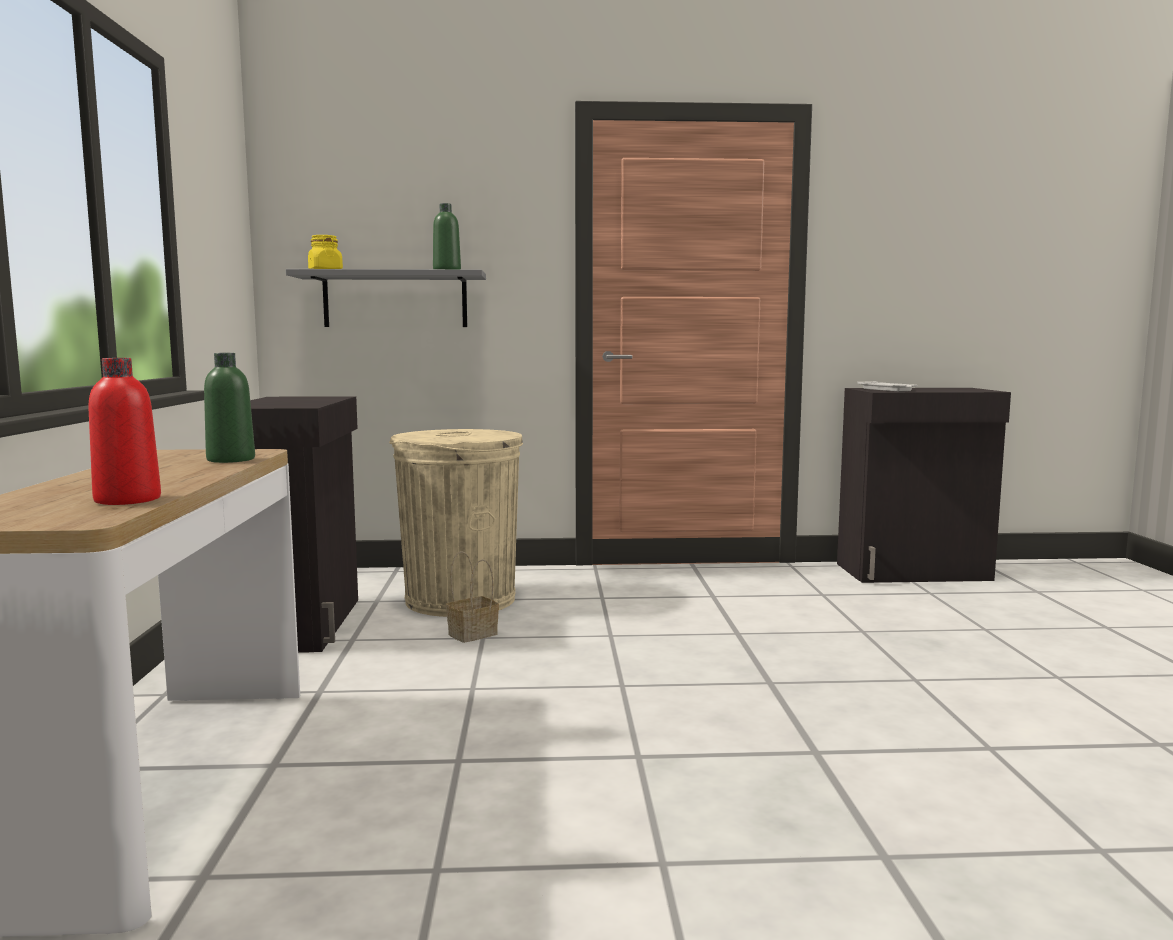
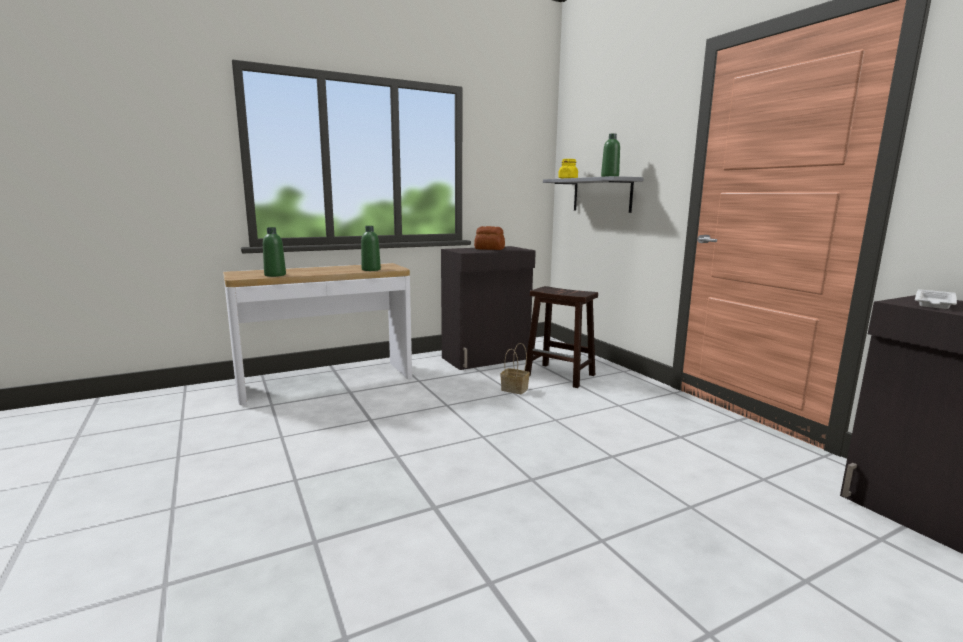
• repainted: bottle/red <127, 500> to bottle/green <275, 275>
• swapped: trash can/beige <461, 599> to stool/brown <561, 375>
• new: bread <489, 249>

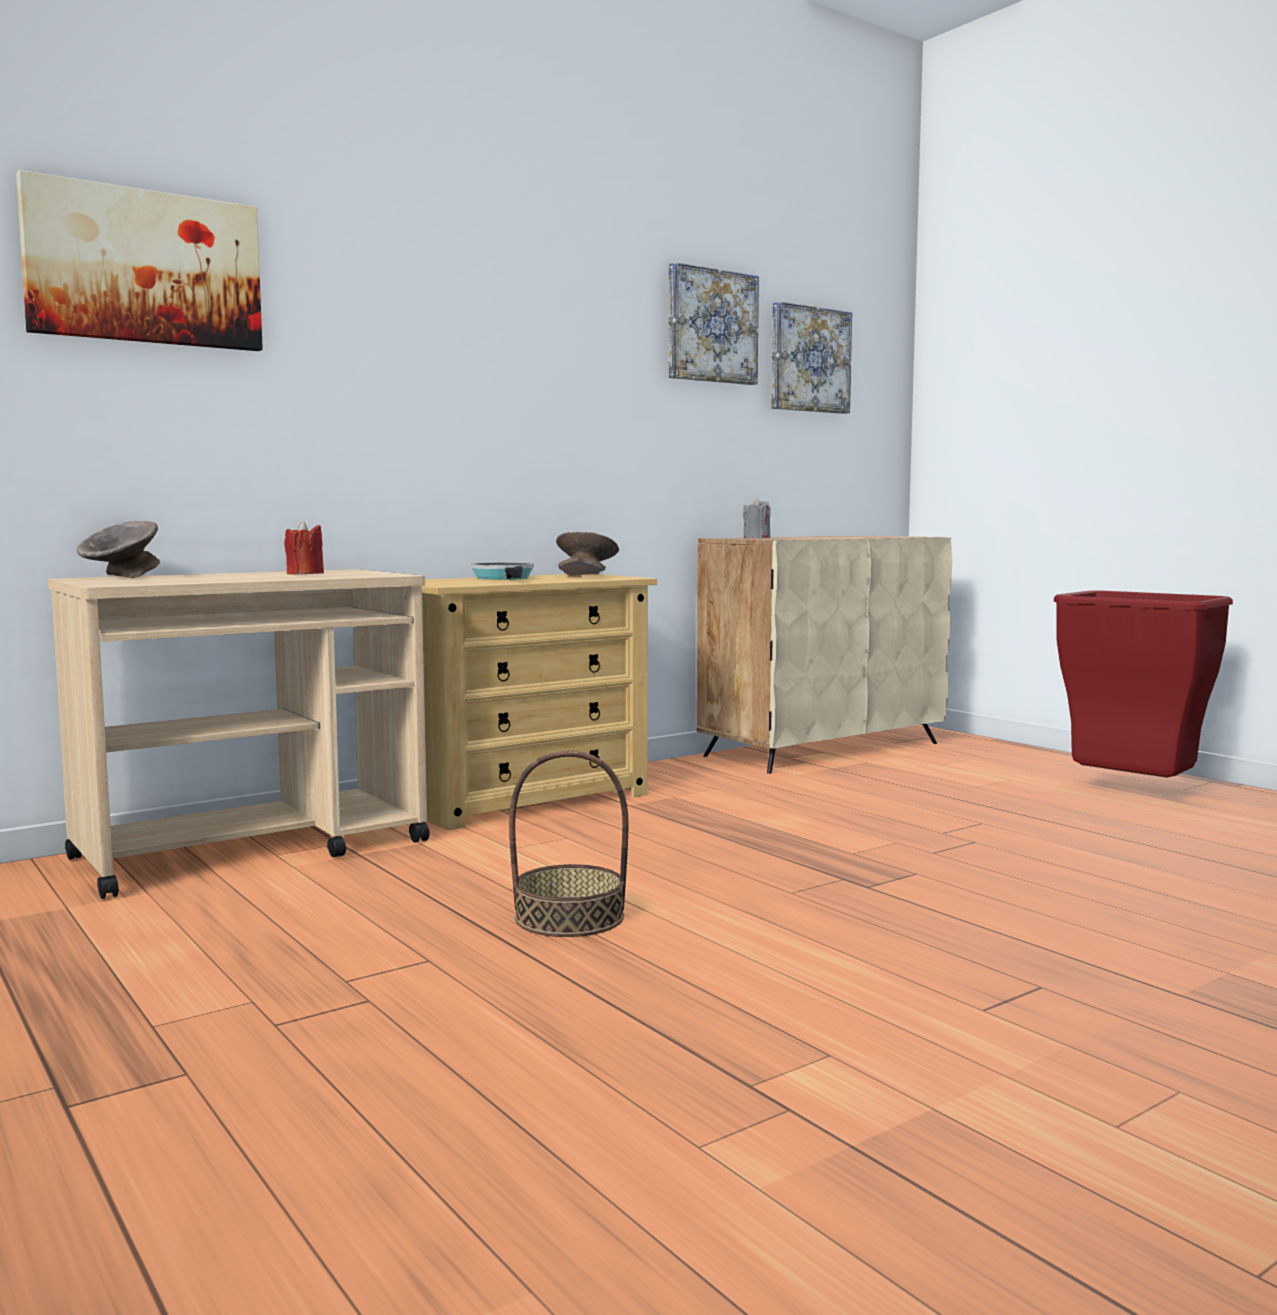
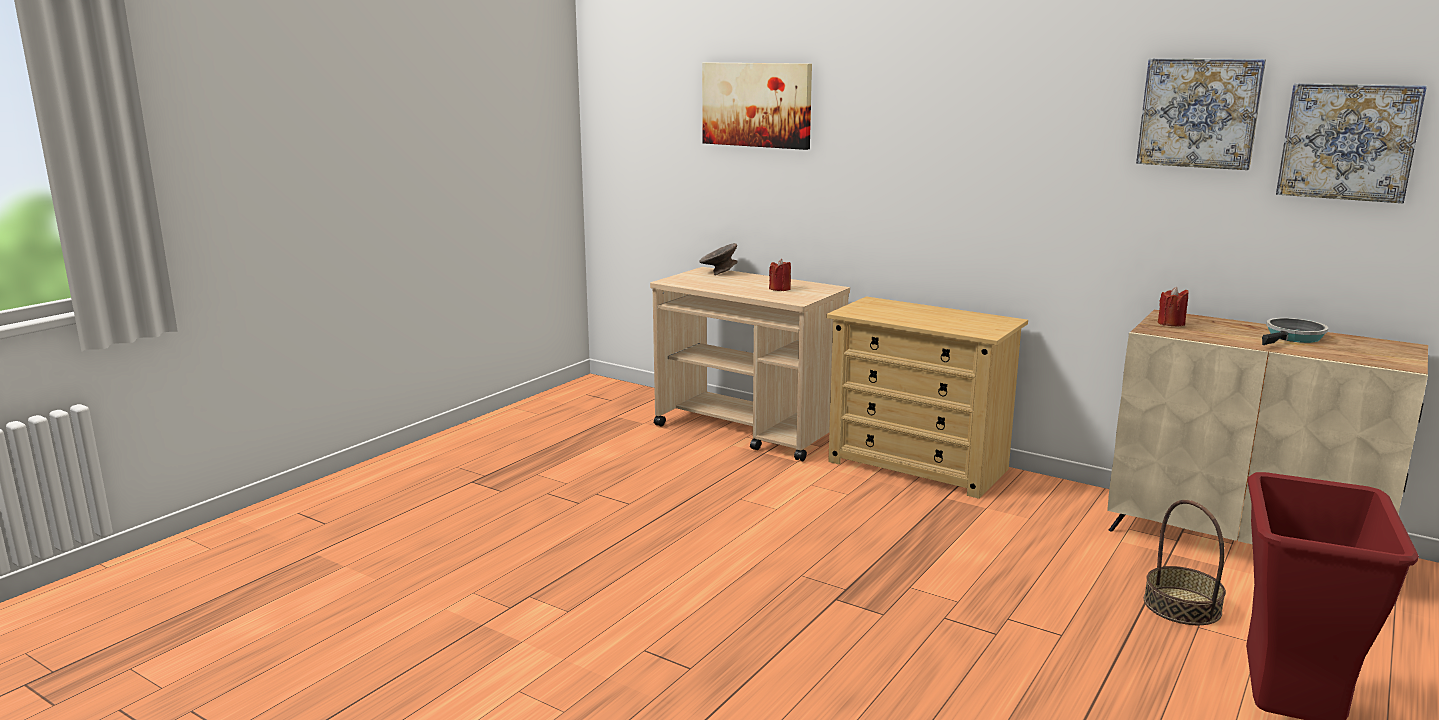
• shifted: frying pan <504, 578> to <1293, 337>
• shifted: basket <569, 917> to <1182, 606>
• gone: bowl/grey <586, 576>
• repainted: candle/grey <756, 538> to candle/red <1171, 323>

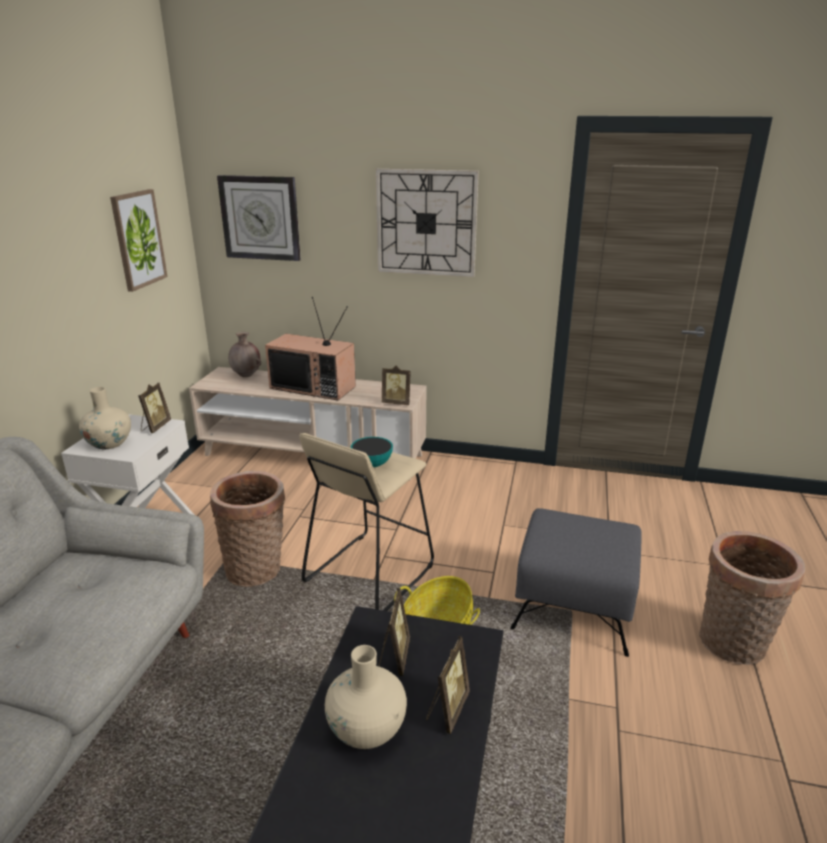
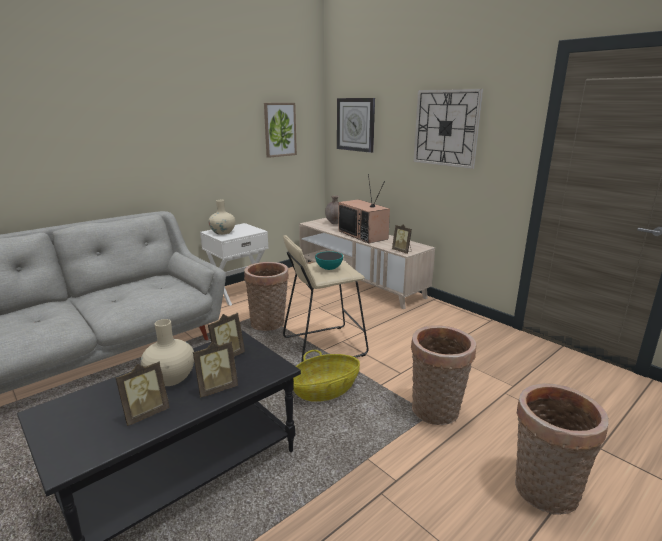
• shifted: picture frame <155, 427> to <145, 413>
• swapped: ottoman/grey <574, 605> to basket <436, 412>

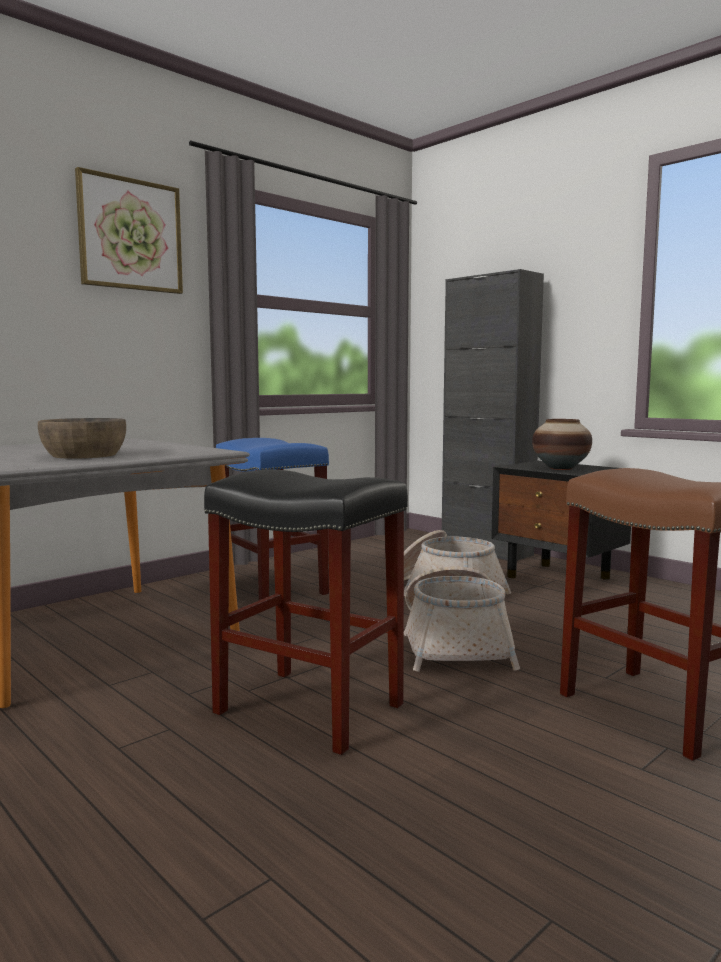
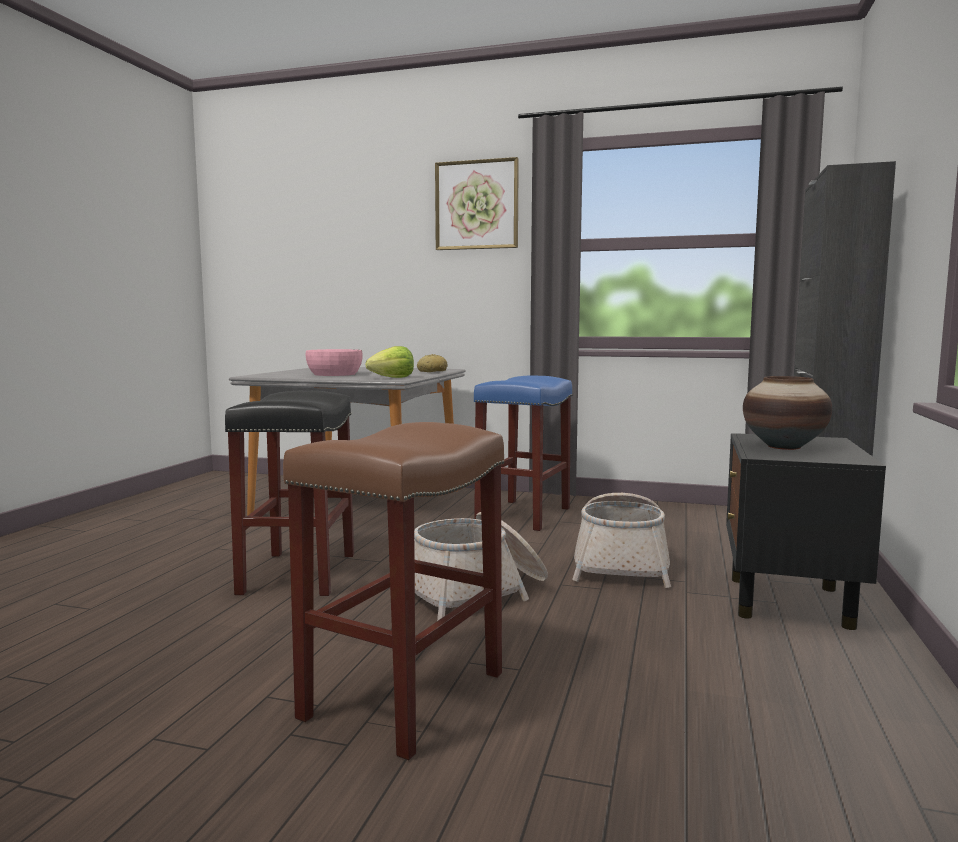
• repainted: bowl/brown <84, 455> to bowl/pink <334, 374>
• new: lettuce <393, 377>
• new: bread <432, 371>

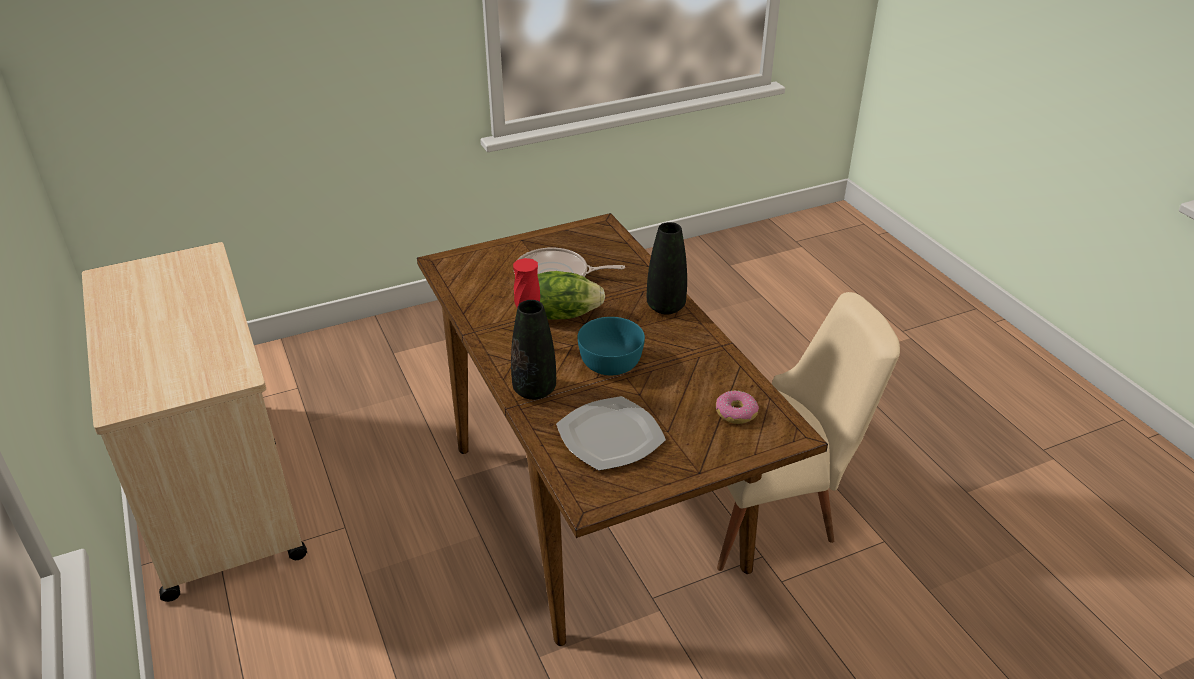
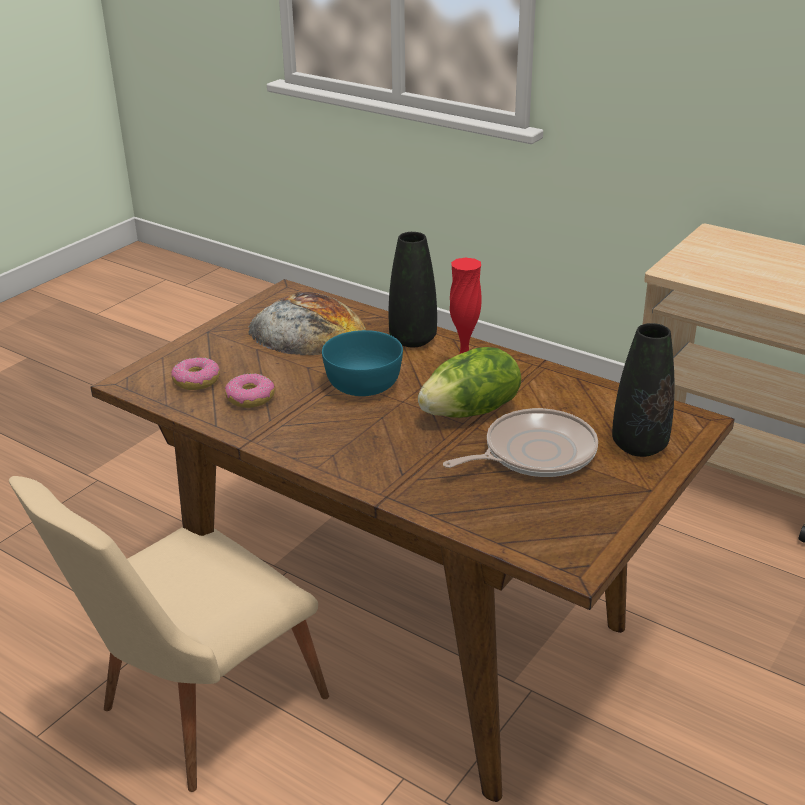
• swapped: plate <610, 437> to bread <306, 330>
• shifted: vase/black <665, 307> to <639, 446>
• new: donut <250, 398>

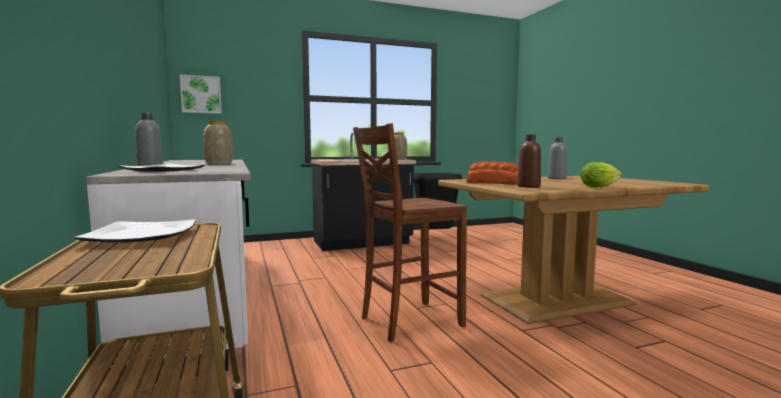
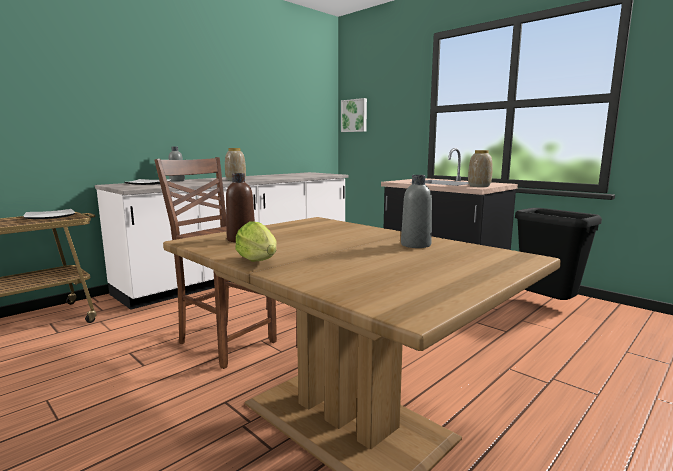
• gone: bread <492, 182>

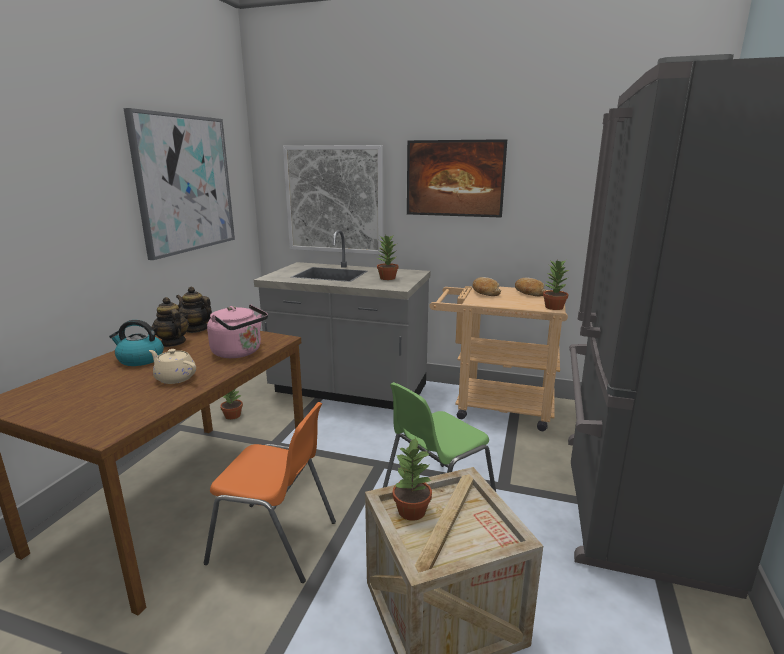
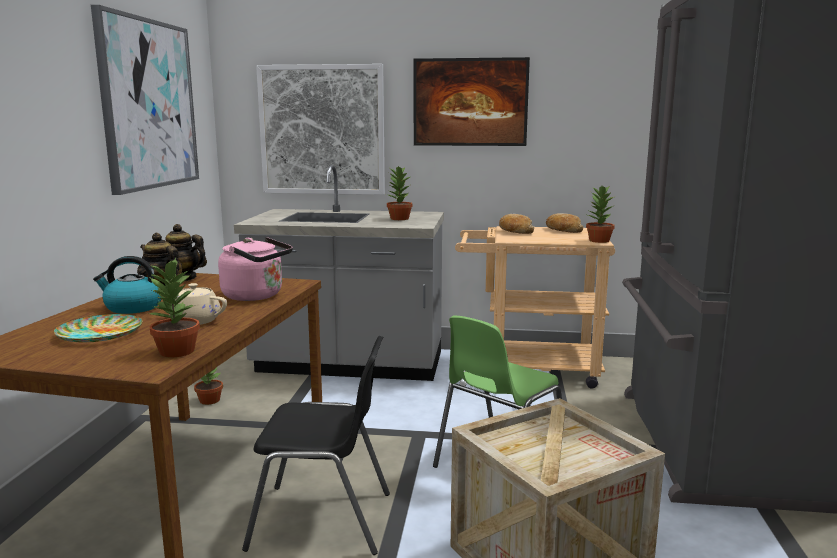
• repainted: chair/orange <275, 542> to chair/black <324, 520>
• shifted: potted plant <411, 511> to <176, 352>
• new: plate <100, 334>

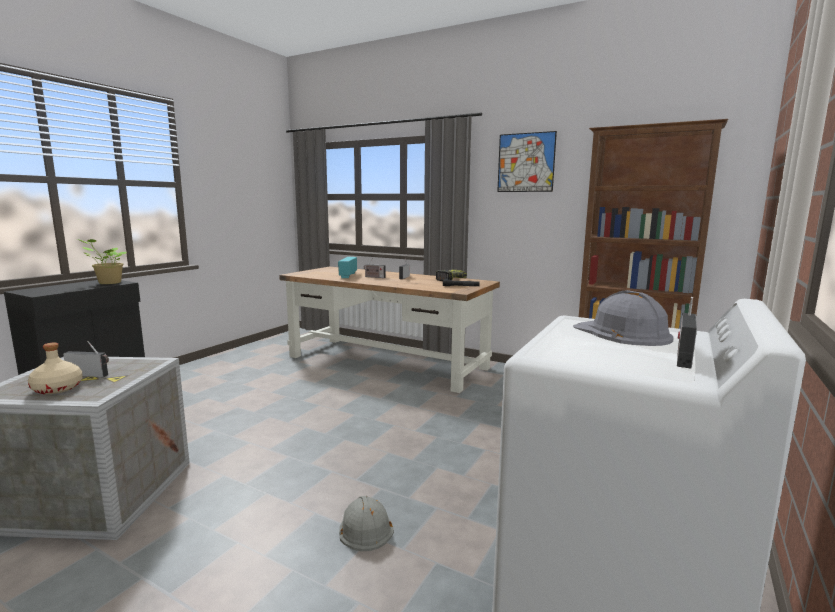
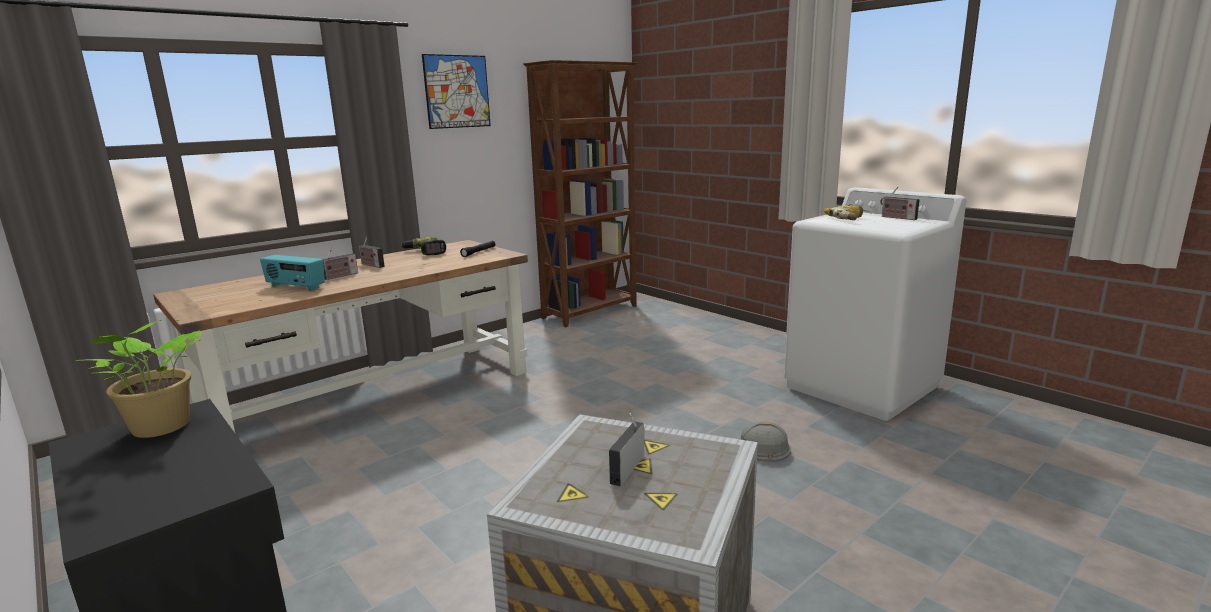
• gone: bottle/beige <57, 389>
• swapped: hard hat/grey <622, 333> to power drill <849, 218>

